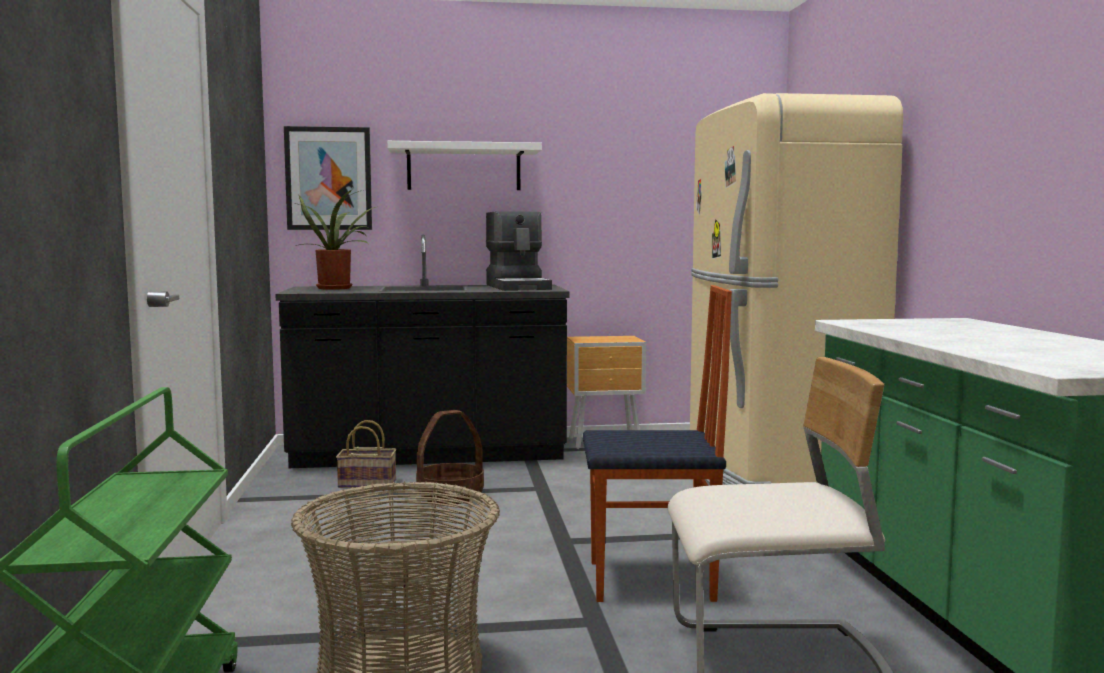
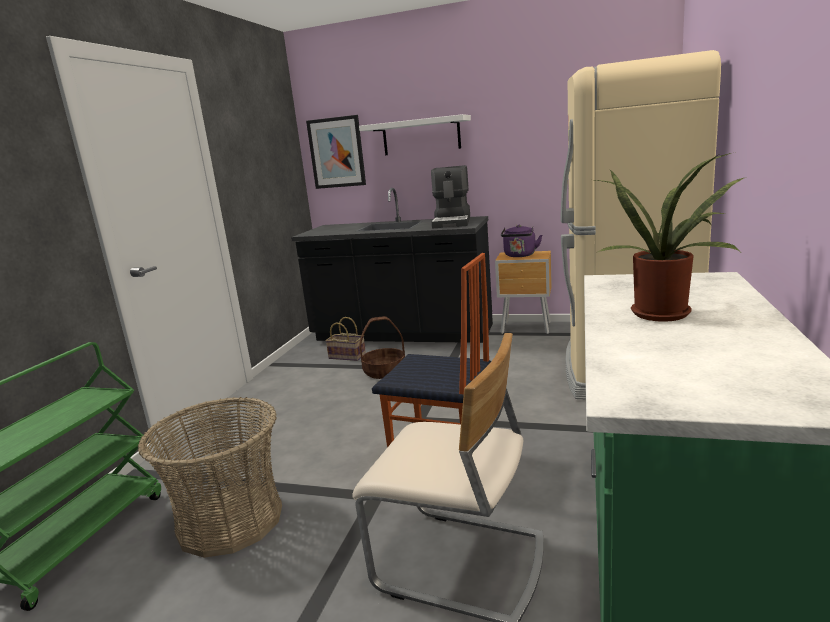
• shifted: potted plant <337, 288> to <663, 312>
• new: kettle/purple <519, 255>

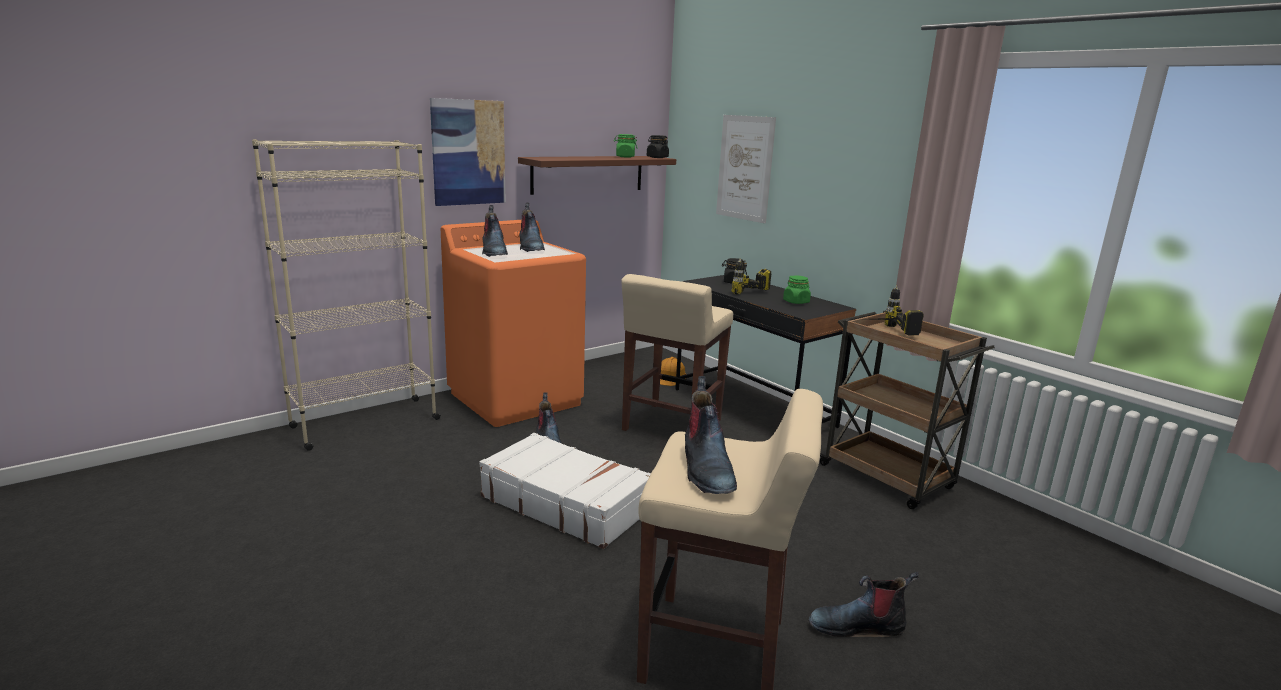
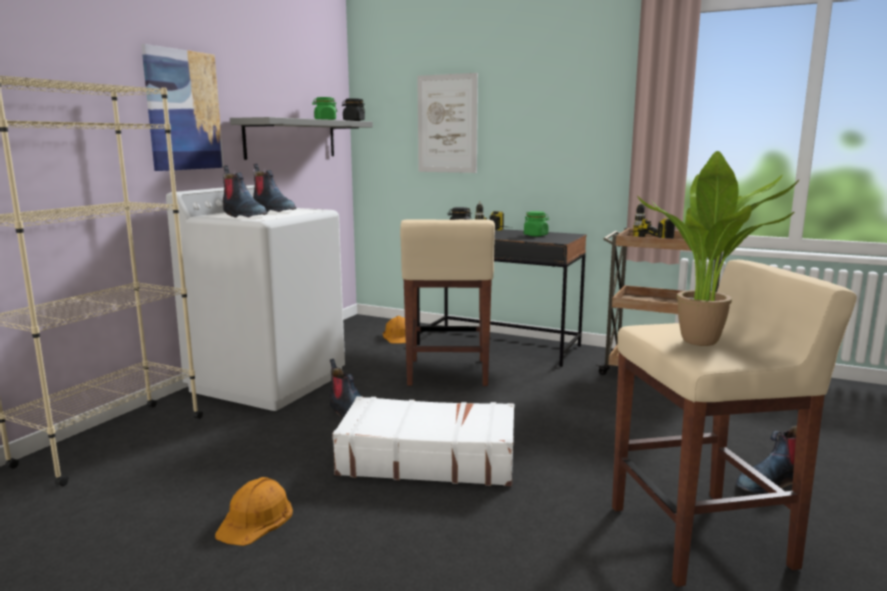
• repainted: washing machine/orange <516, 398> to washing machine/white <268, 382>
• repainted: shelf/brown <588, 174> to shelf/grey <291, 139>
• swapped: boot <706, 469> to potted plant <706, 343>
• new: hard hat/orange <256, 519>

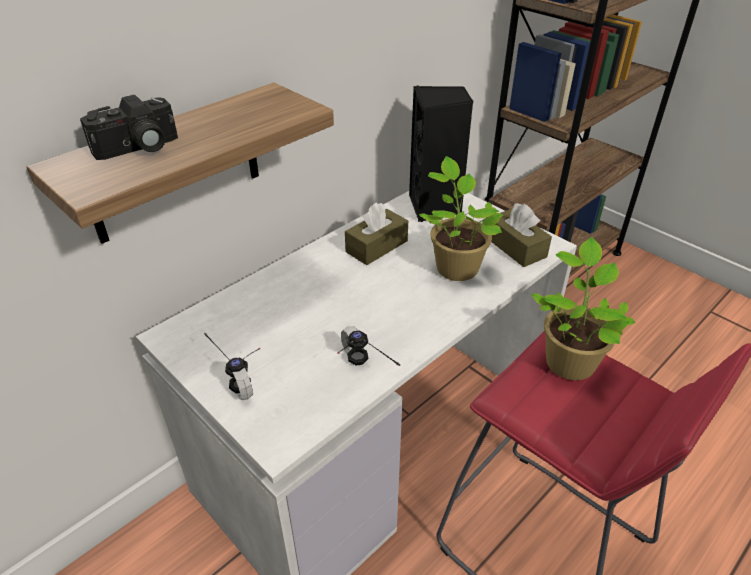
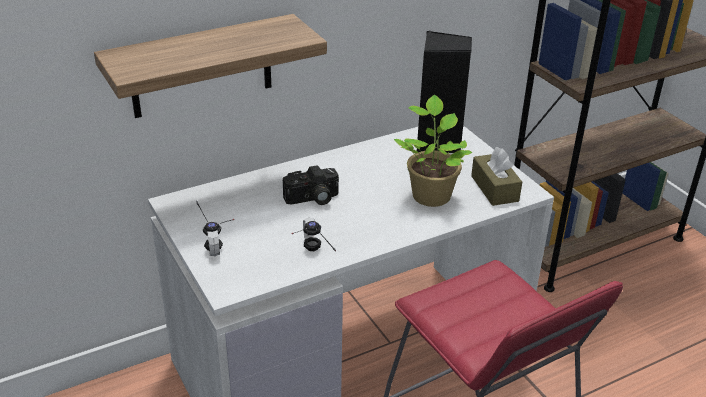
• shifted: photo camera <138, 149> to <312, 199>
• gone: tissue box/brown <376, 246>
• gone: potted plant <569, 360>

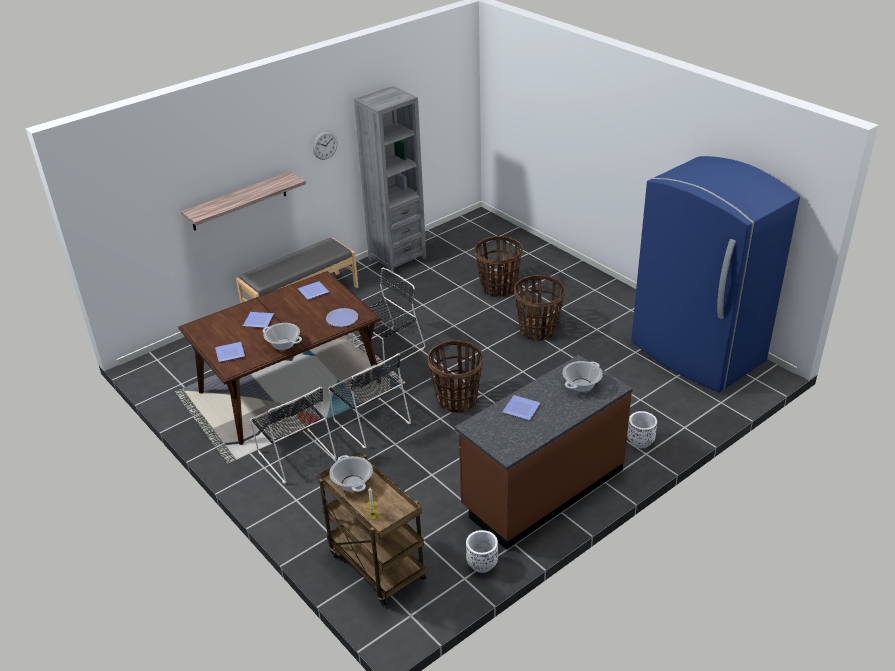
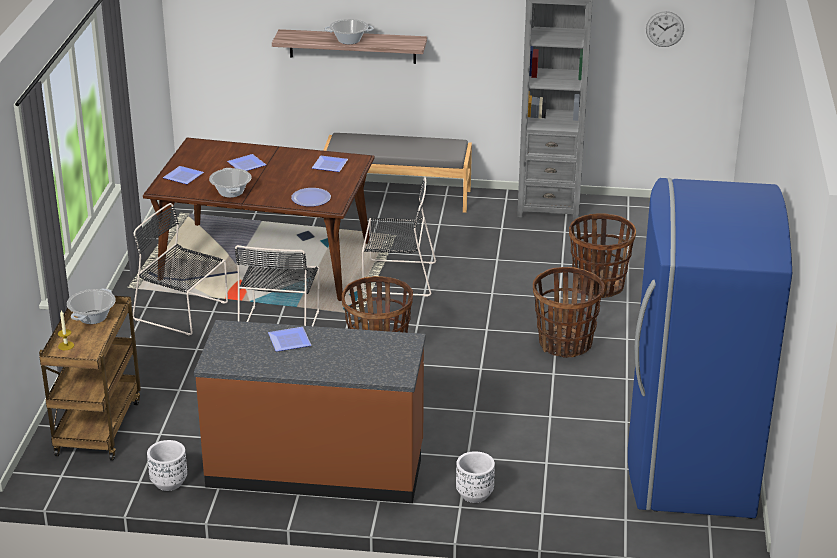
• rotated: chair/black <295, 454> = <183, 312> 105 degrees clockwise
• shifted: wall clock <325, 145> to <665, 29>
• shifted: cooking pot <581, 385> to <349, 40>

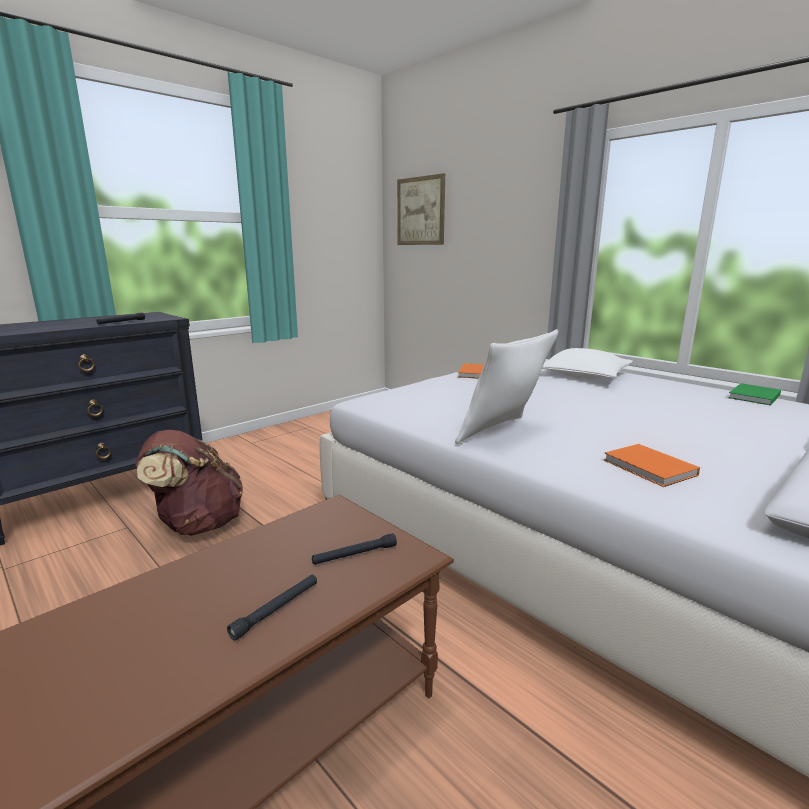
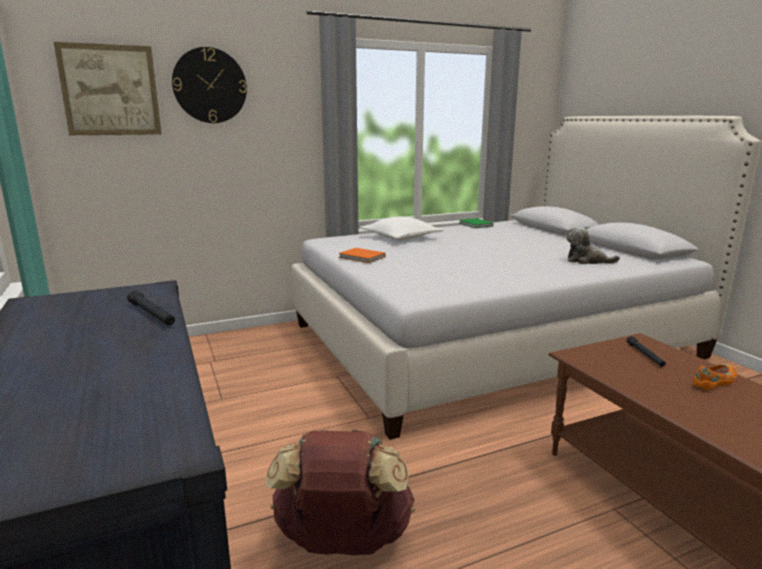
• swapped: flashlight/black <276, 610> to shoe/orange <715, 381>
• gone: pillow/white <502, 433>
• swapped: book/orange <650, 468> to plush toy <587, 261>
• new: wall clock <210, 85>

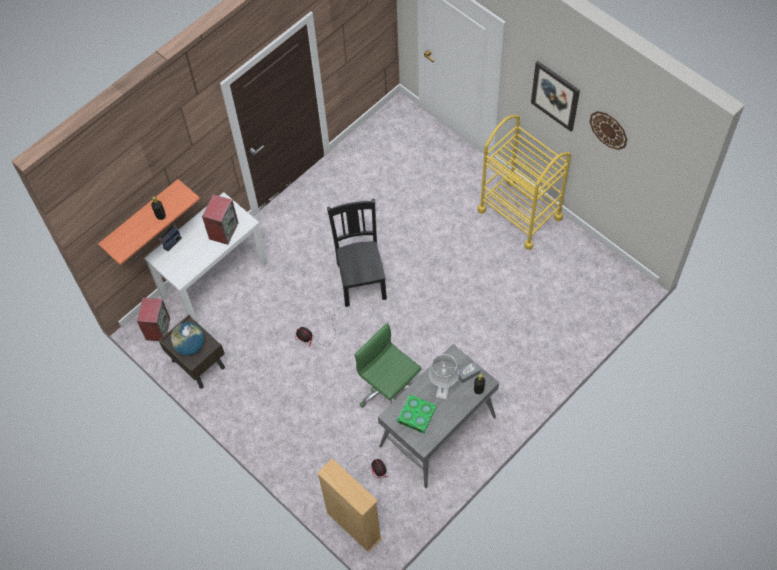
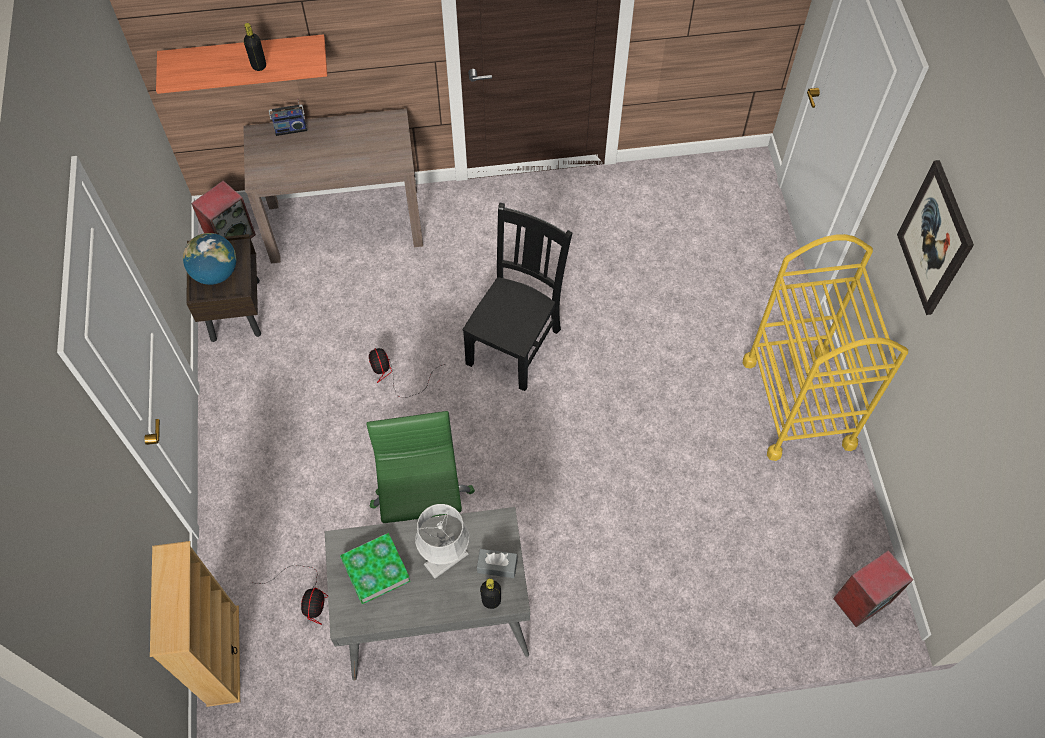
• repainted: console table/white <215, 279> to console table/brown <346, 224>
• shifted: speaker <223, 230> to <862, 599>
• gone: wall clock <608, 130>

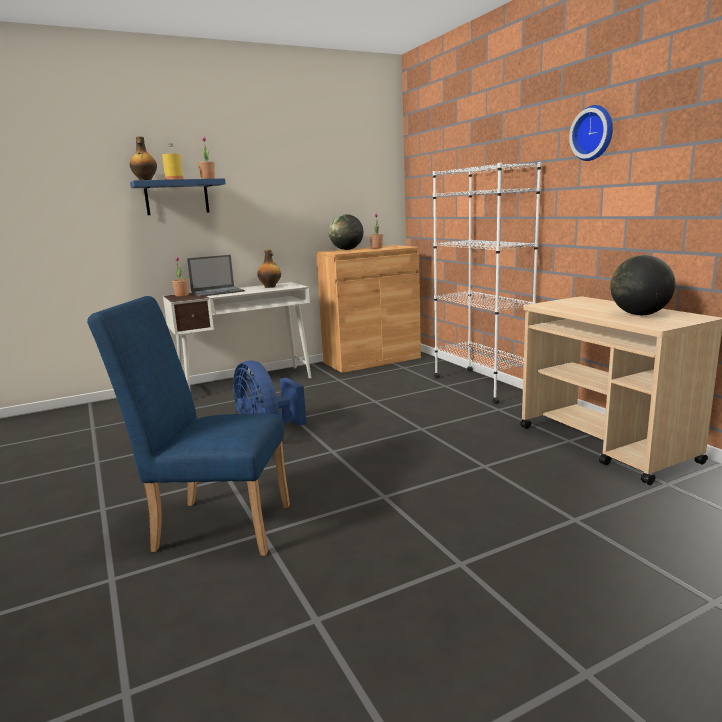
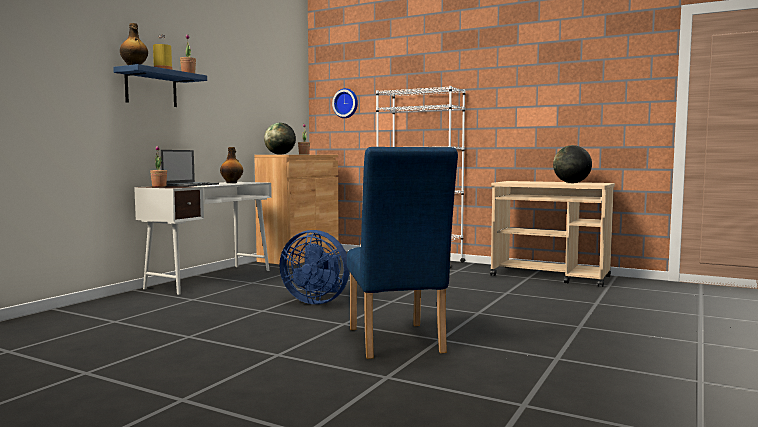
• rotated: chair/blue <213, 525> = <396, 343> 75 degrees counterclockwise
• shifted: wall clock <594, 133> to <346, 103>

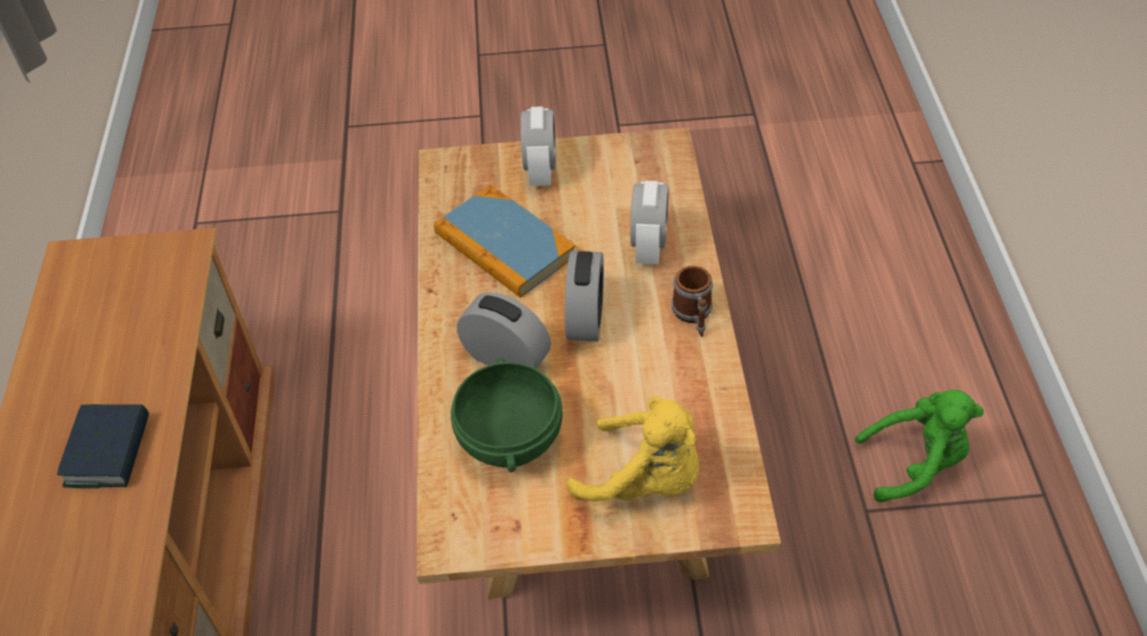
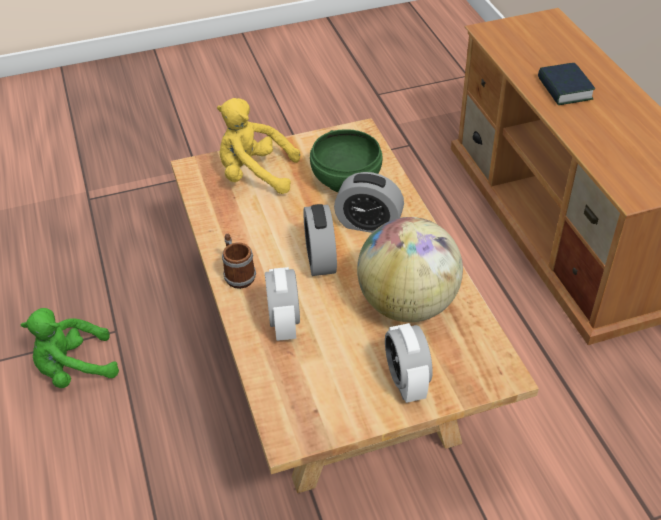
• swapped: book <504, 245> to globe <407, 304>

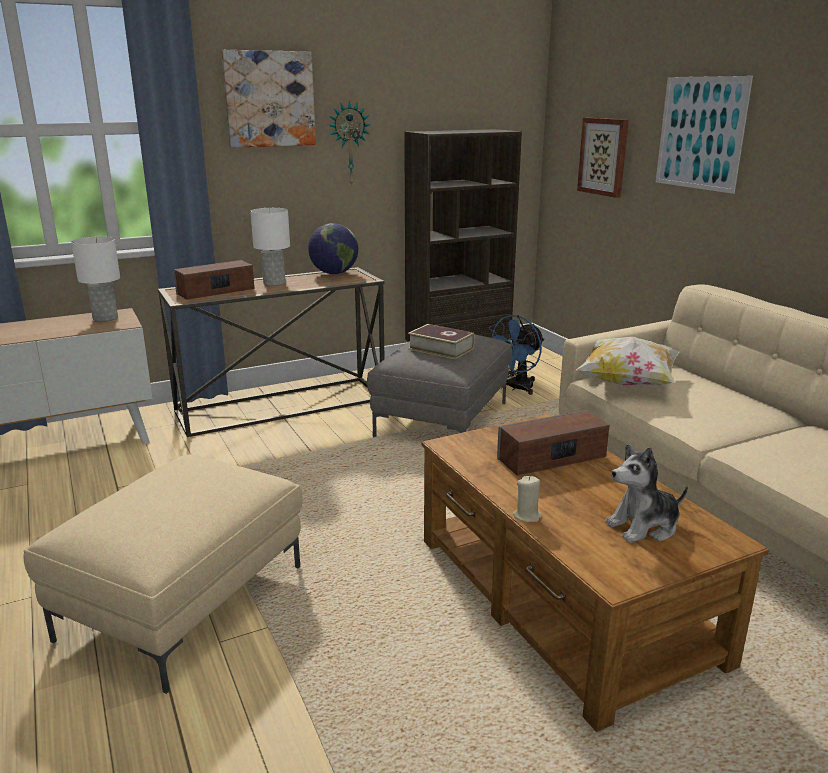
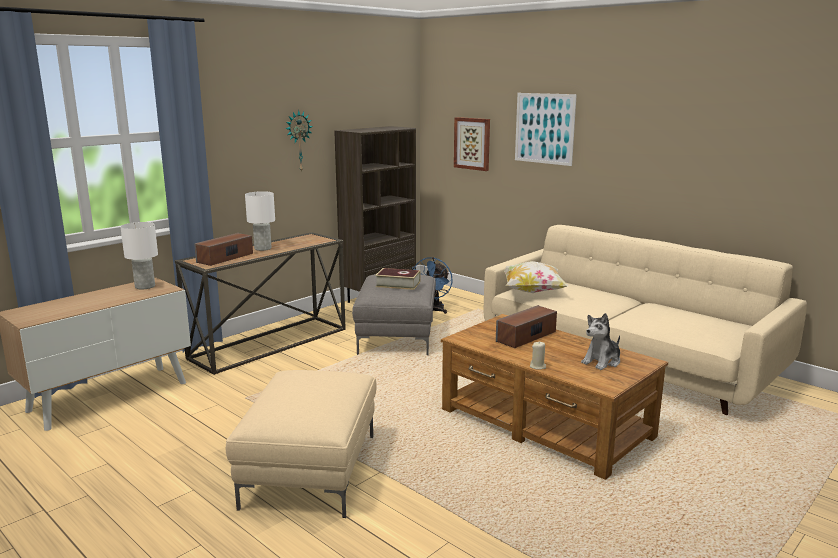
• gone: picture <269, 99>
• gone: globe <334, 273>

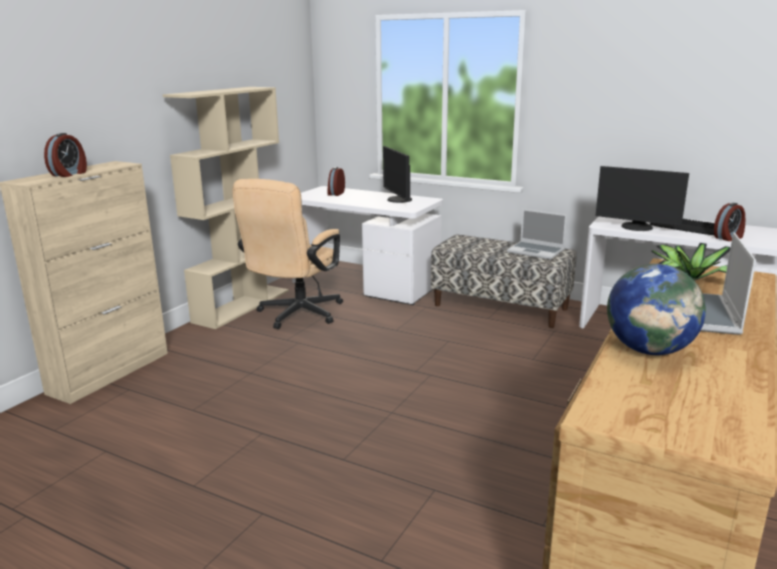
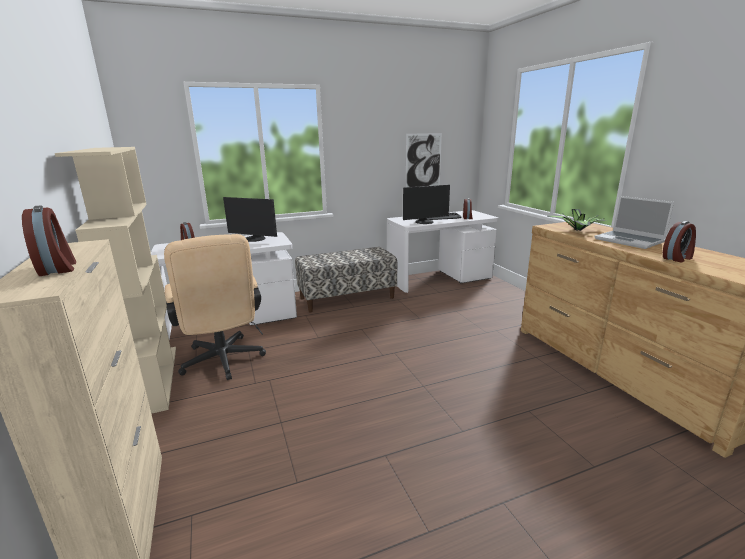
• gone: laptop <536, 251>
• swapped: globe <649, 350> to alarm clock <677, 258>
• new: picture <423, 161>

